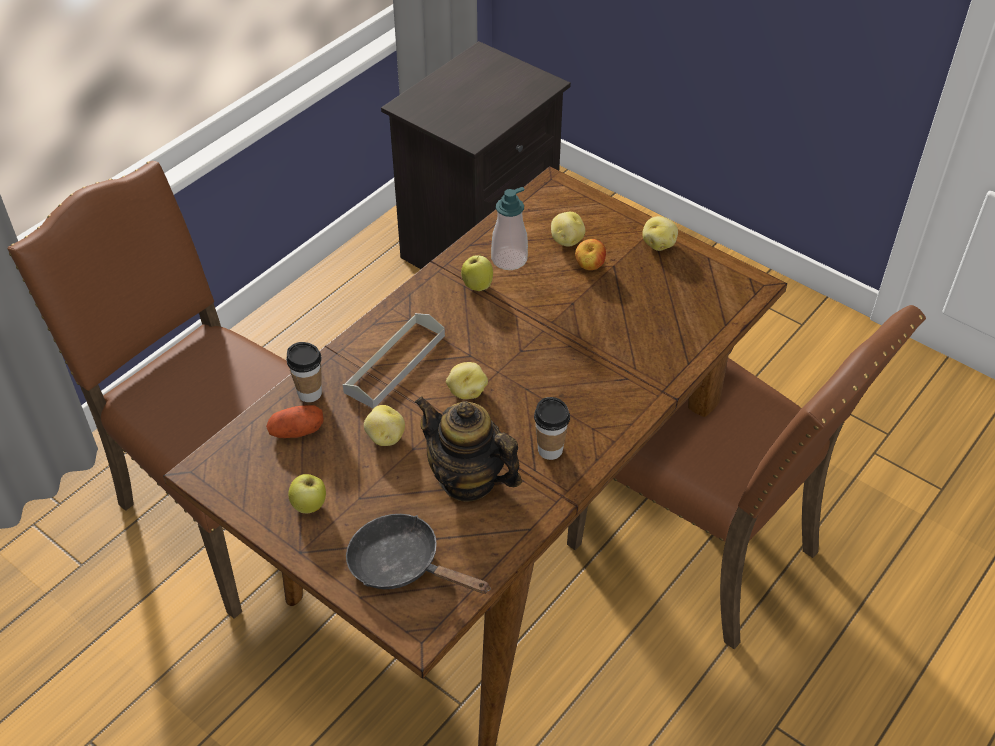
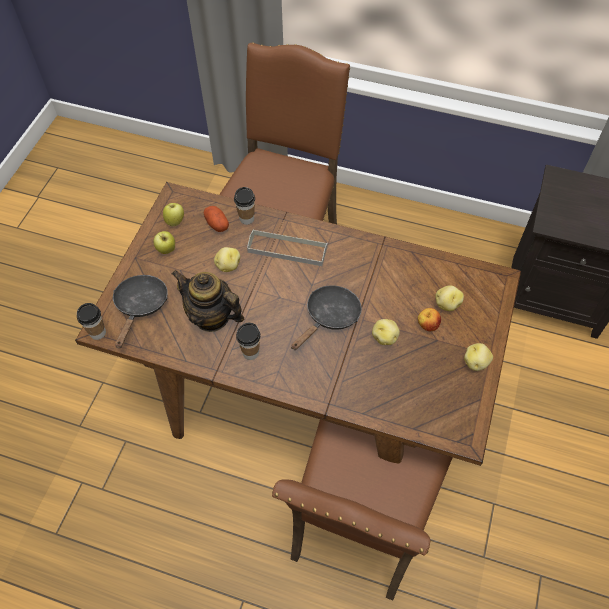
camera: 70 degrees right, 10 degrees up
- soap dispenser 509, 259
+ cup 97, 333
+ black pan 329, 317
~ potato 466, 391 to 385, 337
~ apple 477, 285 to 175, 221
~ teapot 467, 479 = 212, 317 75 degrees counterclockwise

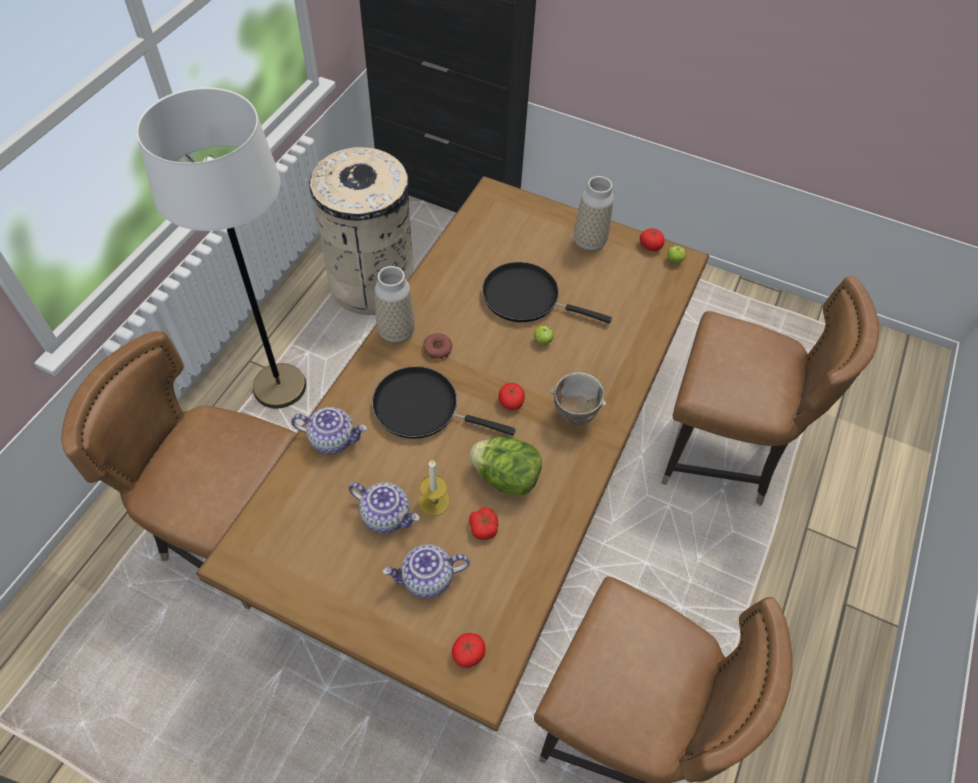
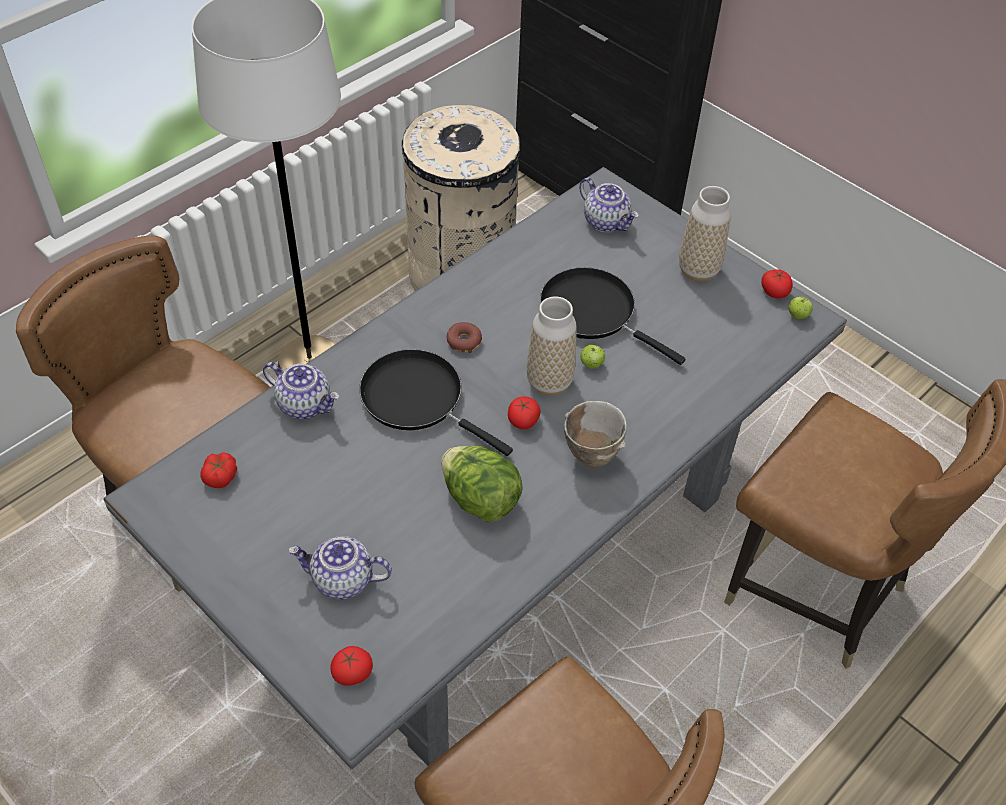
camera: 20 degrees right, 5 degrees down
- wax light 434, 501
~ teapot 386, 515 to 606, 222
~ vase 396, 333 to 549, 382
~ tomato 483, 527 to 220, 476
~ brownish dinner table 482, 490 to greyish dinner table 496, 543

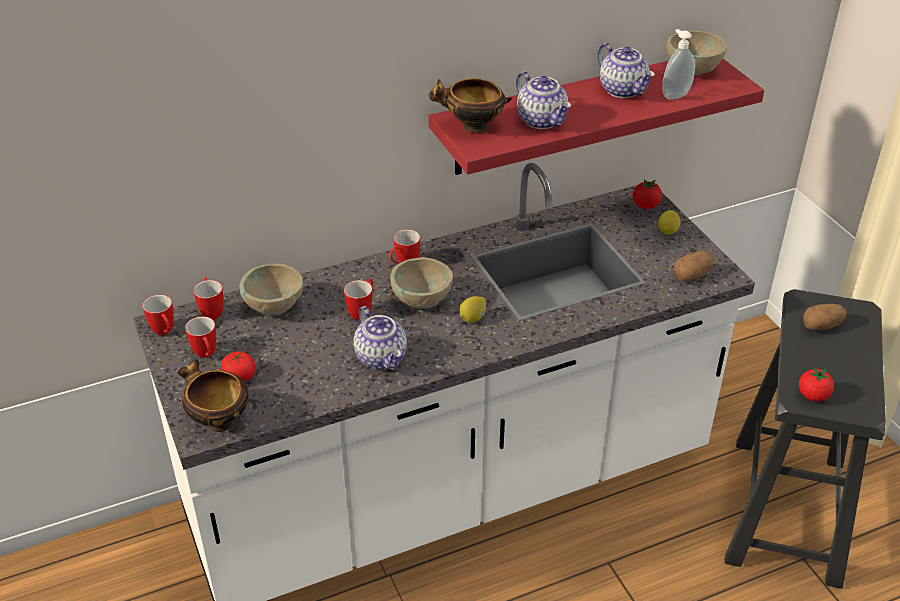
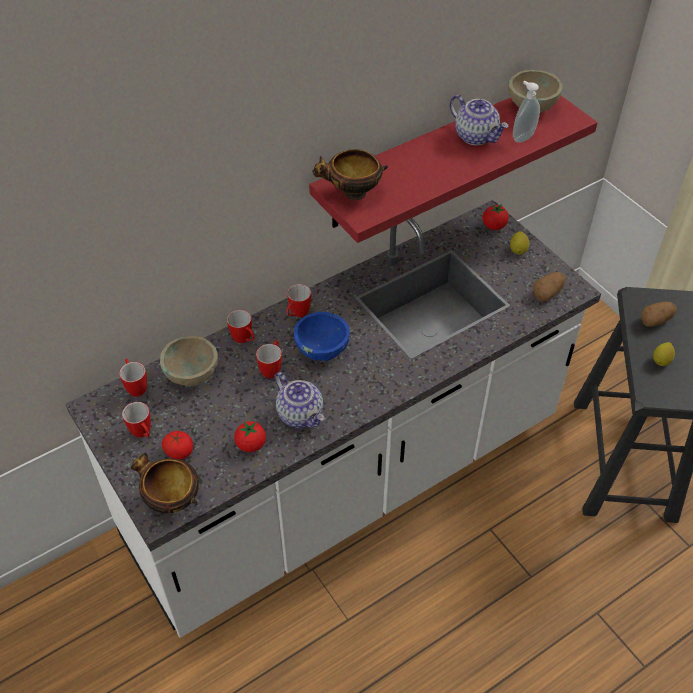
camera: 10 degrees left, 10 degrees up
- teapot 542, 120
~ coffee mug 165, 332 to 244, 340
~ lemon 473, 318 to 661, 360
~ tomato 813, 396 to 251, 444
~ beige-coloured bowl 421, 300 to blue-coloured bowl 321, 350

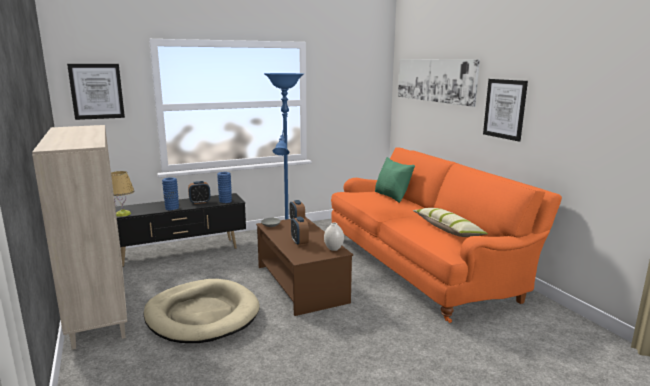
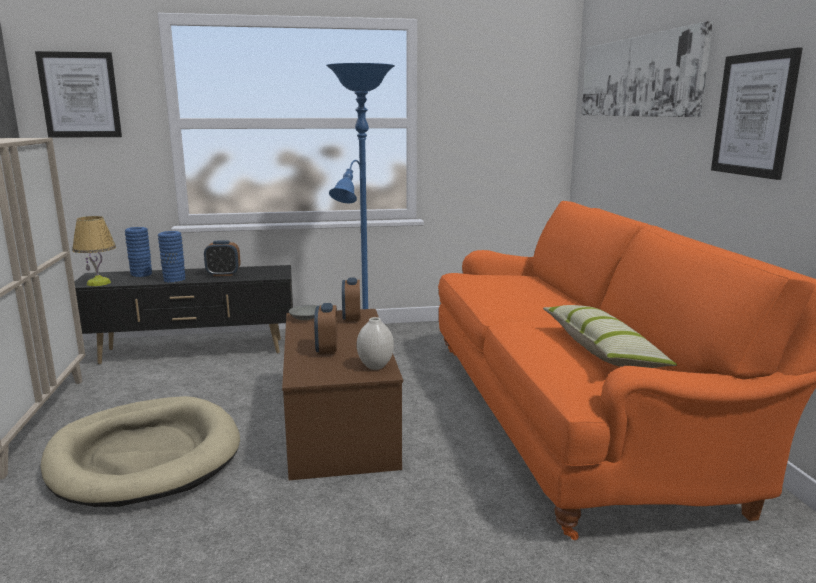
camera: 15 degrees right, 0 degrees up
- greenish throw pillow 392, 196
~ blue-coloured vase 225, 201 to 141, 274

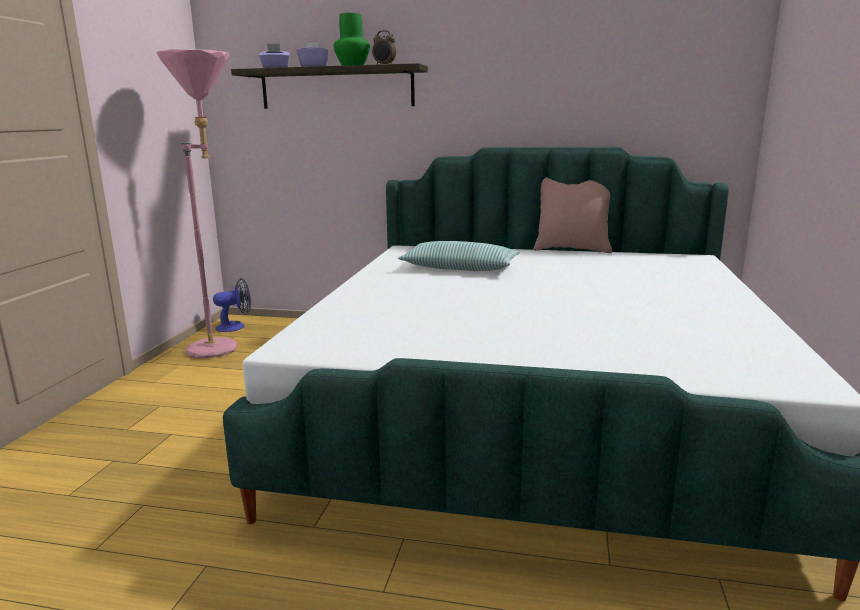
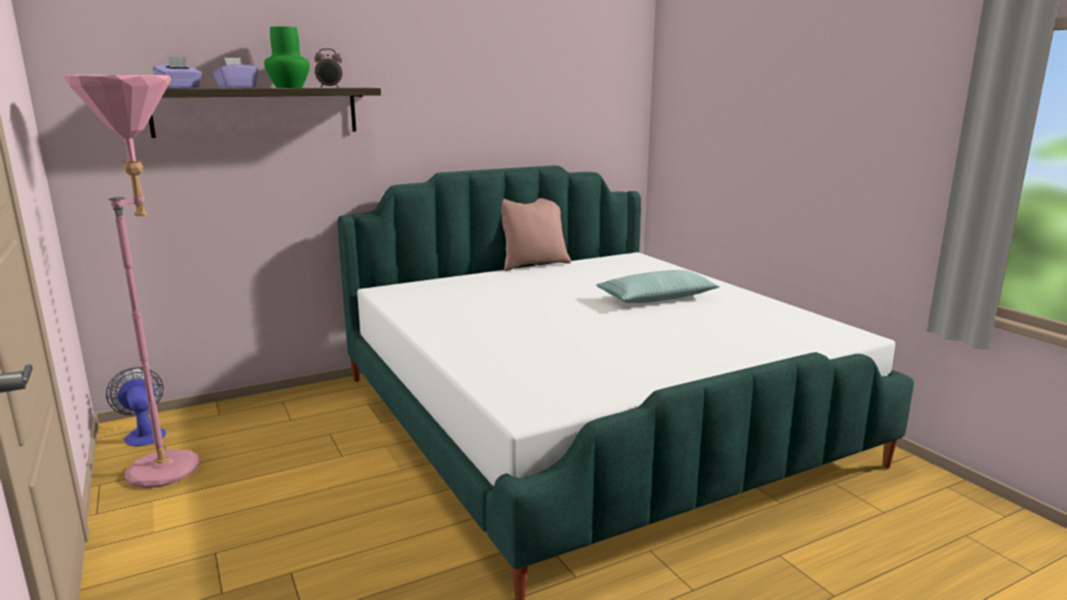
camera: 40 degrees left, 0 degrees up
~ throw pillow 459, 268 to 657, 298
~ fan 235, 326 = 144, 434 60 degrees counterclockwise

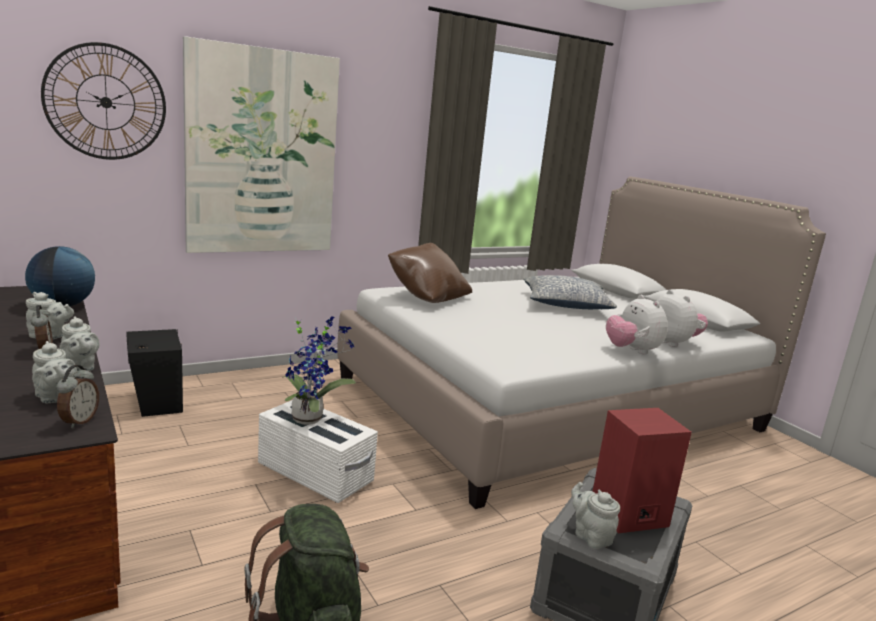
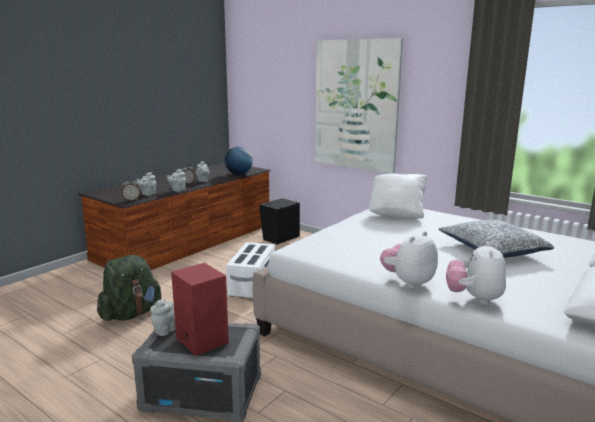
camera: 70 degrees right, 0 degrees up
- clock on the wall 106, 102
- houseplant 310, 418
~ brownish throw pillow 427, 297 to white-coloured throw pillow 396, 213
~ cuddly toy 673, 343 = 474, 299 150 degrees clockwise

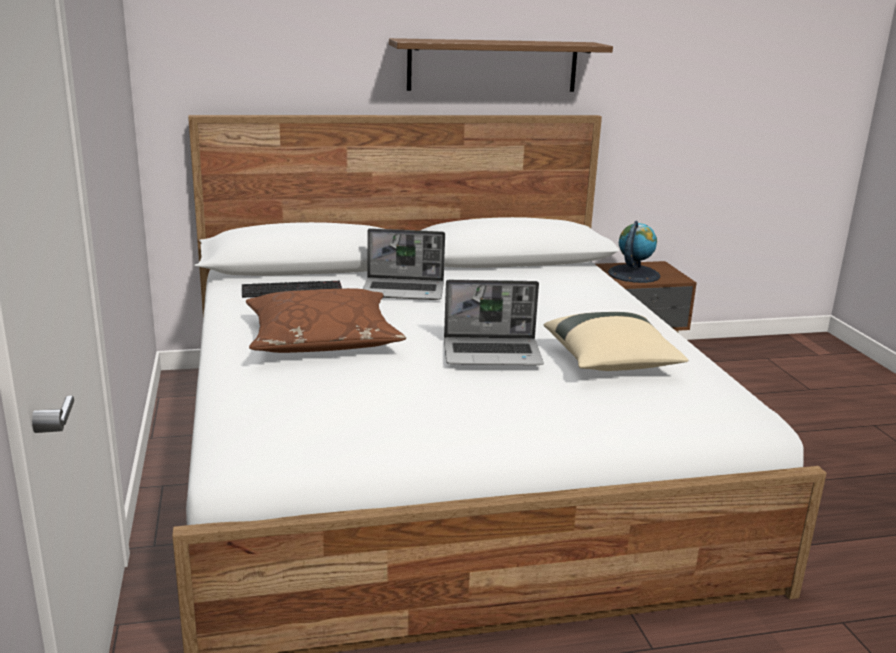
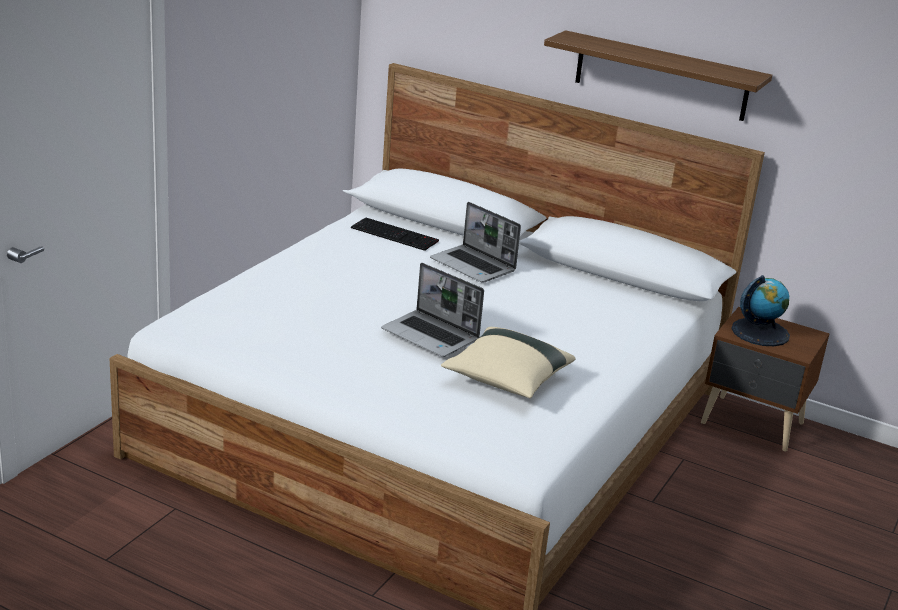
camera: 40 degrees right, 5 degrees up
- brownish throw pillow 322, 338

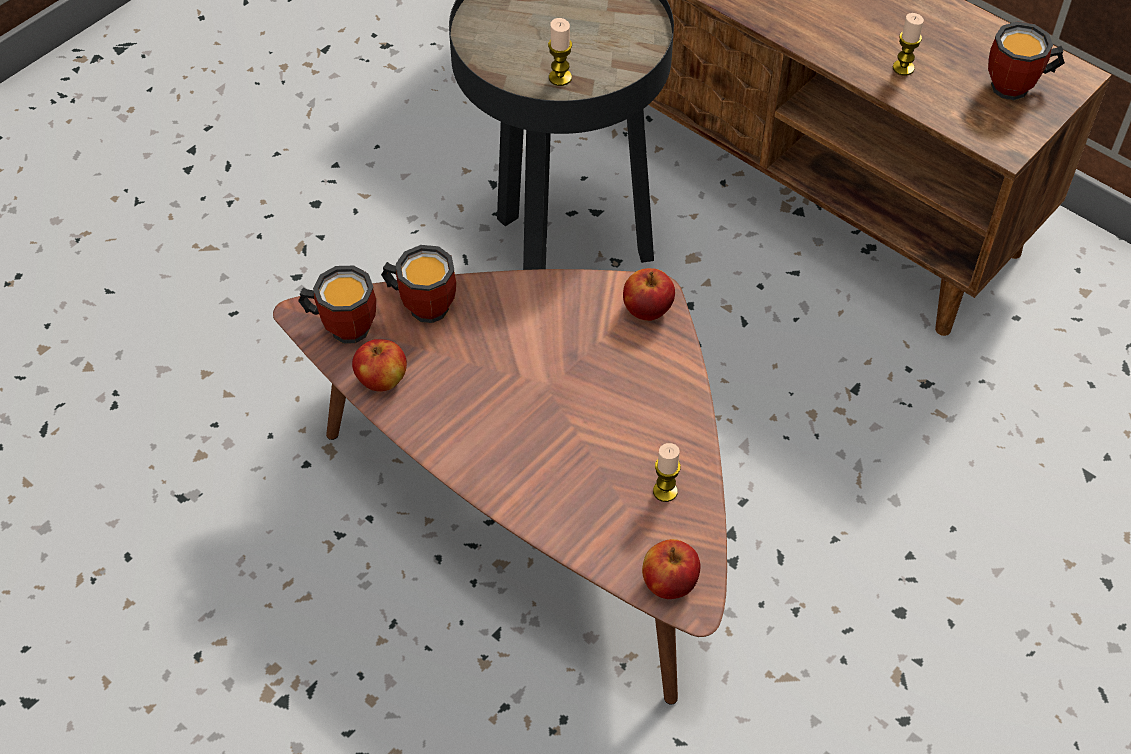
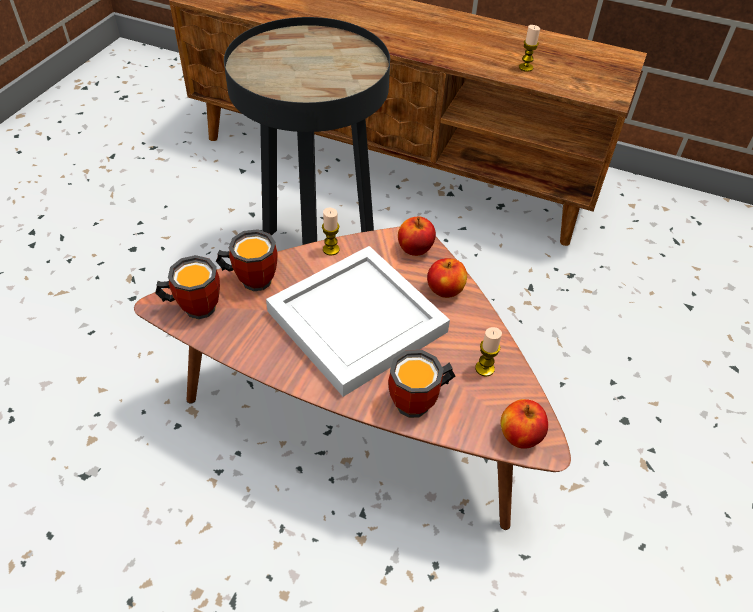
camera: 20 degrees left, 5 degrees down
+ white-coloured serving tray 360, 322
~ apple 382, 380 to 445, 290
~ wax light 560, 78 to 331, 249
~ coffee mug 1018, 88 to 420, 403

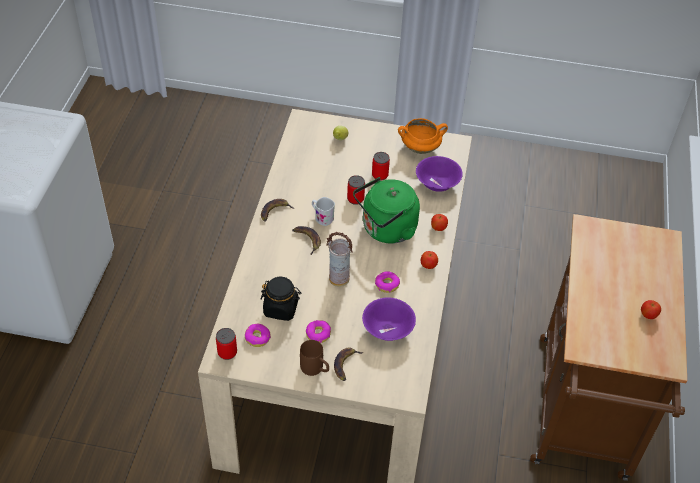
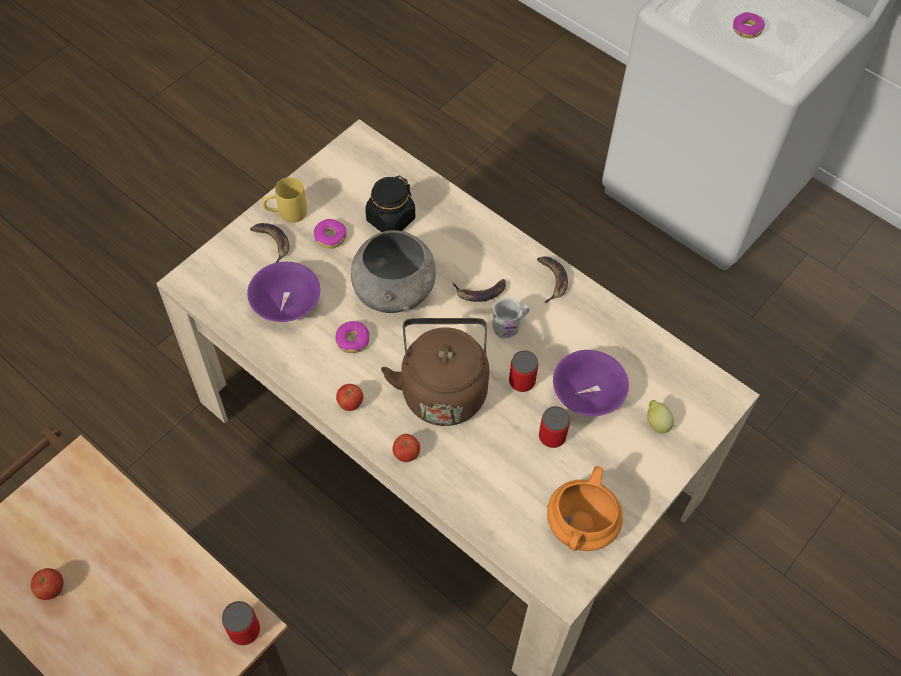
camera: 120 degrees right, 10 degrees up
~ metal can 227, 352 to 244, 630
~ ring doughnut 257, 338 to 746, 29
~ purple bowl 437, 184 to 587, 395
~ vase 338, 280 to greyish bowl 394, 294
~ brownish coffee mug 315, 369 to yellow-coloured coffee mug 286, 213
~ greenish kettle 386, 230 to brownish kettle 442, 388

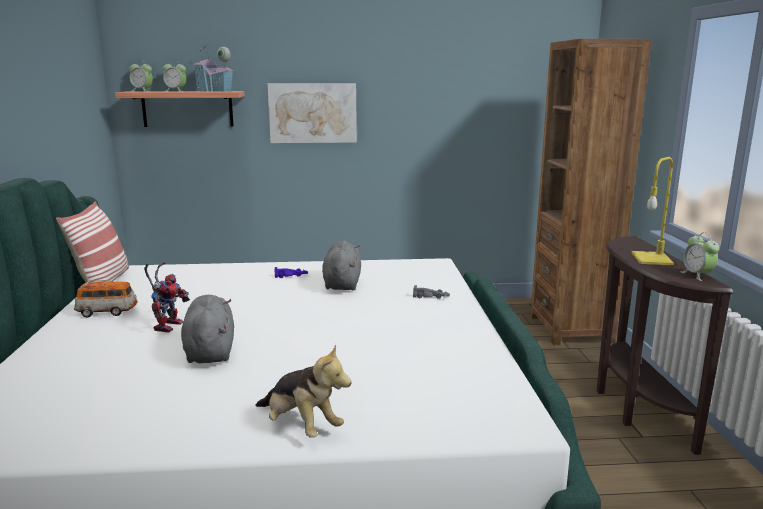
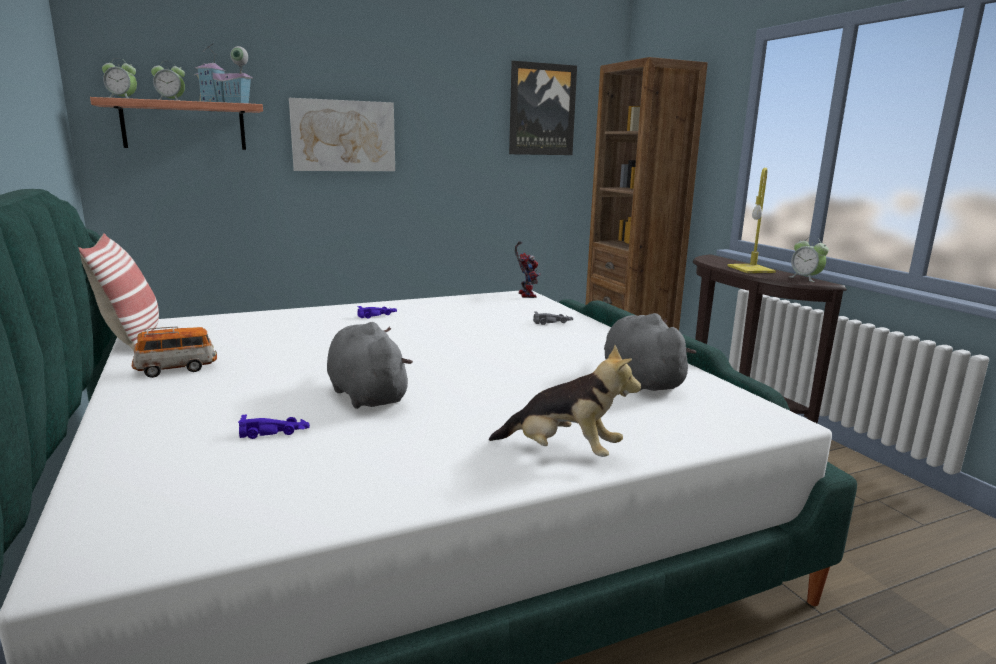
camera: 20 degrees left, 0 degrees up
+ purple toy car 275, 432
+ wall picture 542, 110
~ robot figure 168, 325 to 525, 295
~ greyish cuddly toy 342, 283 to 640, 380

